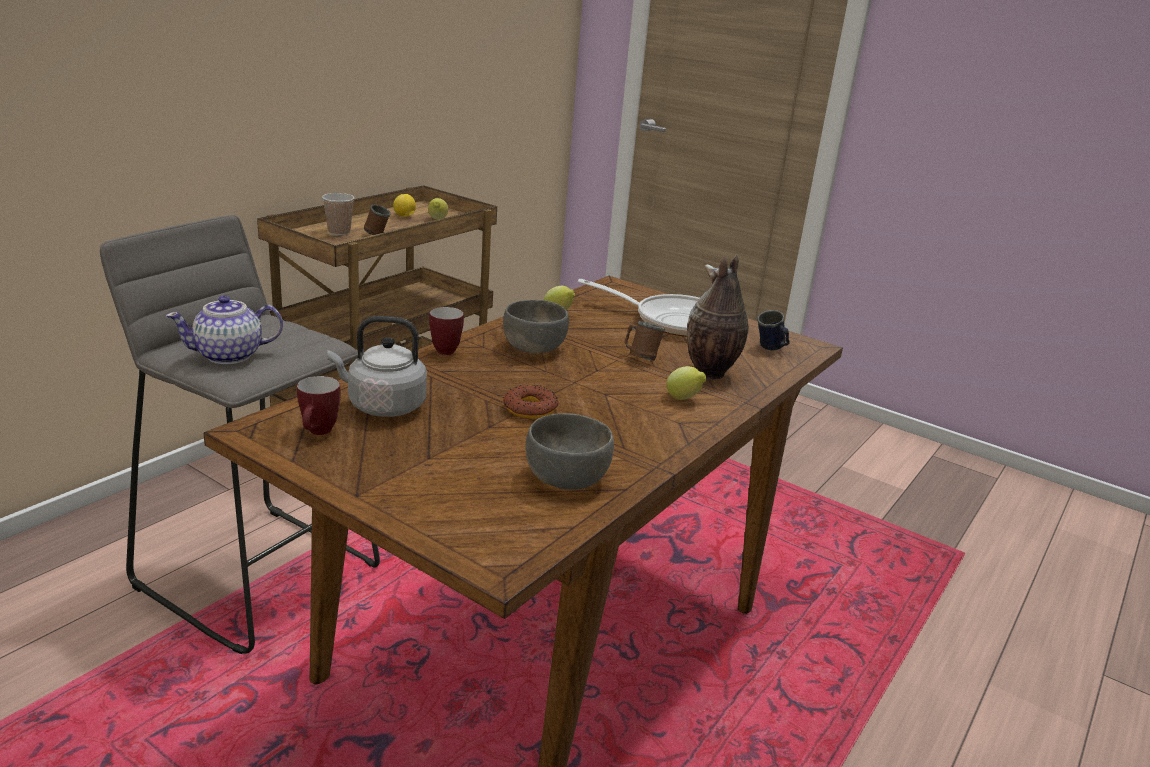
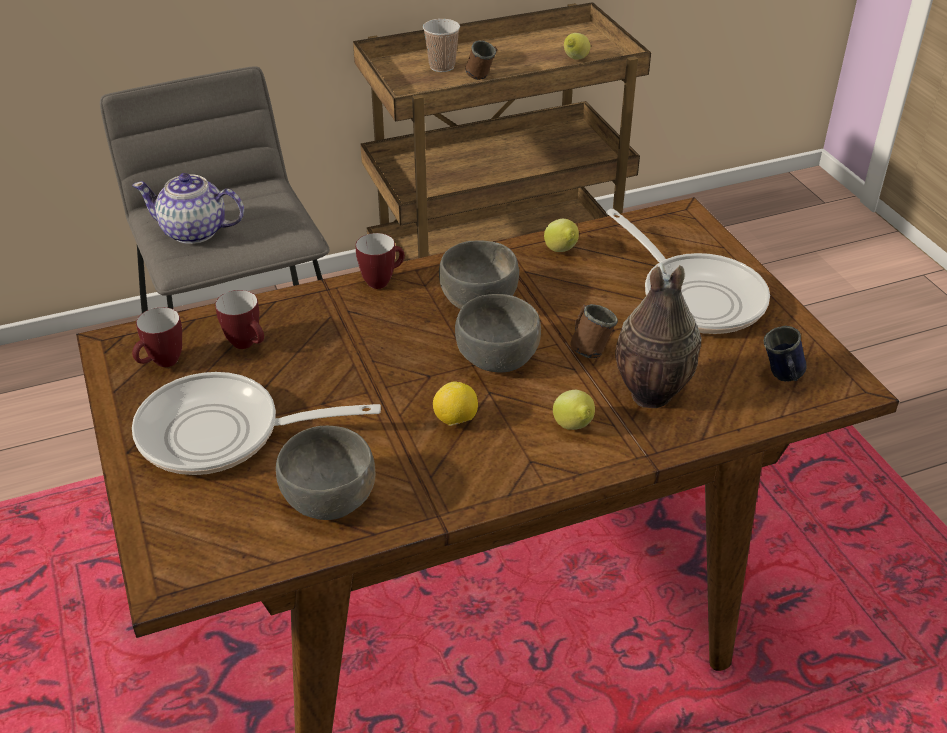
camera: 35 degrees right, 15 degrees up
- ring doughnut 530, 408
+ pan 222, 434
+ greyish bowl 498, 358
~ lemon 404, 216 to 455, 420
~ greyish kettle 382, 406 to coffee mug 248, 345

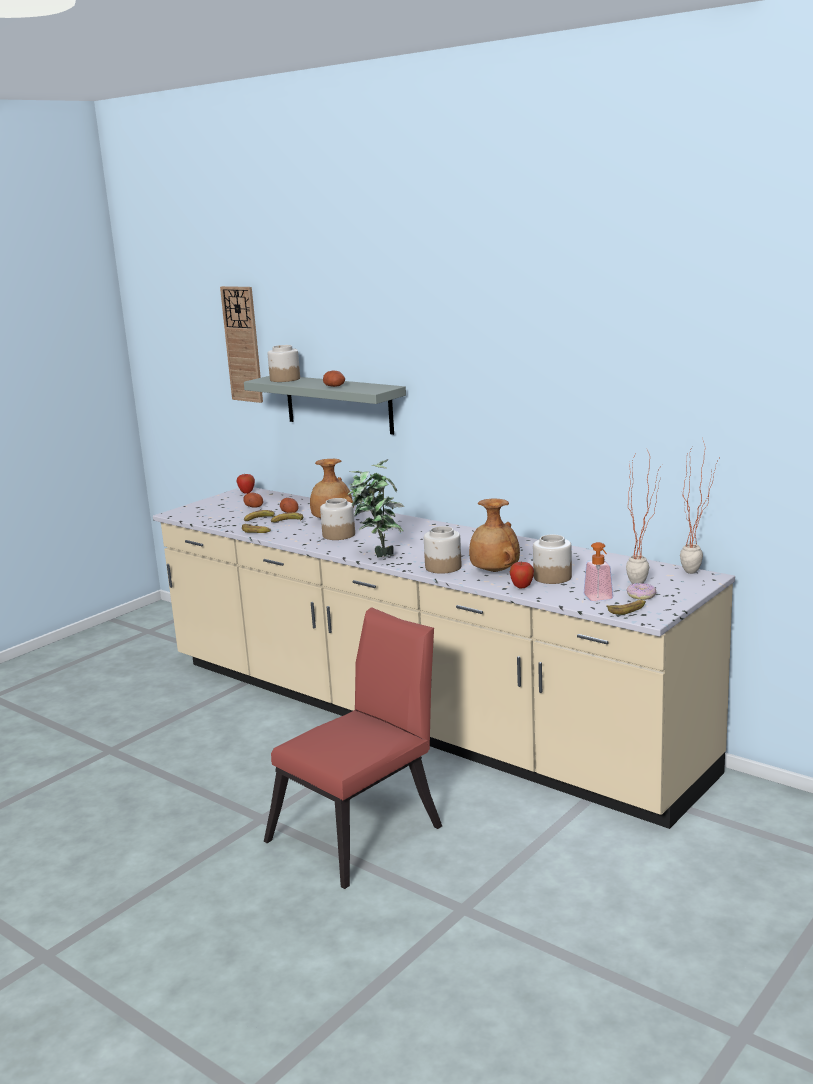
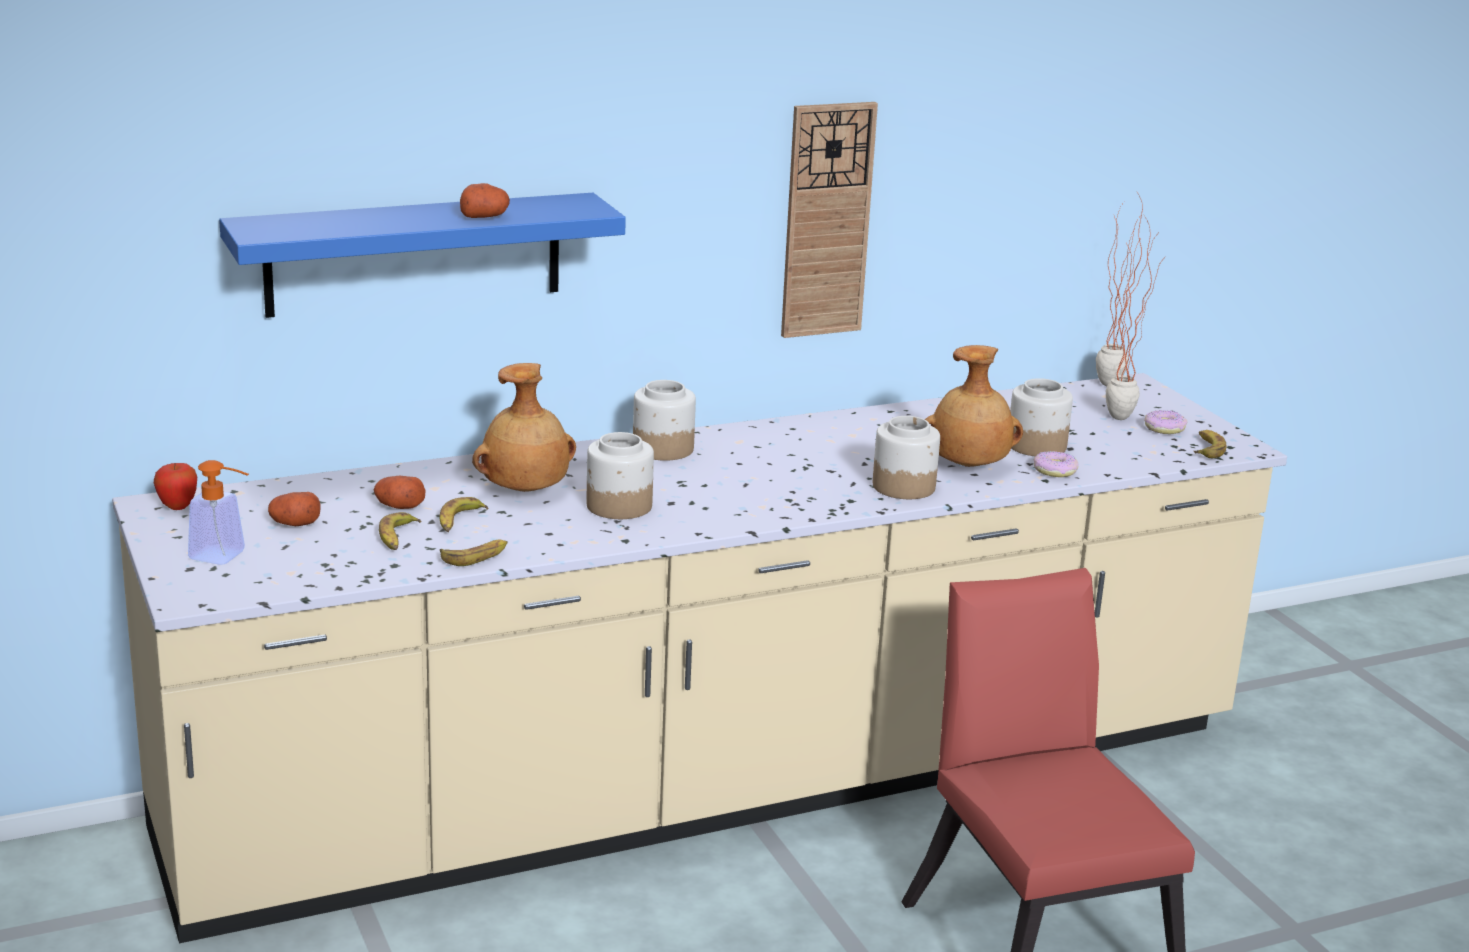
camera: 65 degrees left, 5 degrees up
- houseplant 378, 554
~ clock on the wall 242, 344 to 827, 220
~ jar 285, 379 to 662, 449
~ soap dispenser 600, 599 to 225, 557
~ apple 522, 587 to ring doughnut 1055, 471
~ greyish shelf 338, 403 to blue-coloured shelf 414, 254

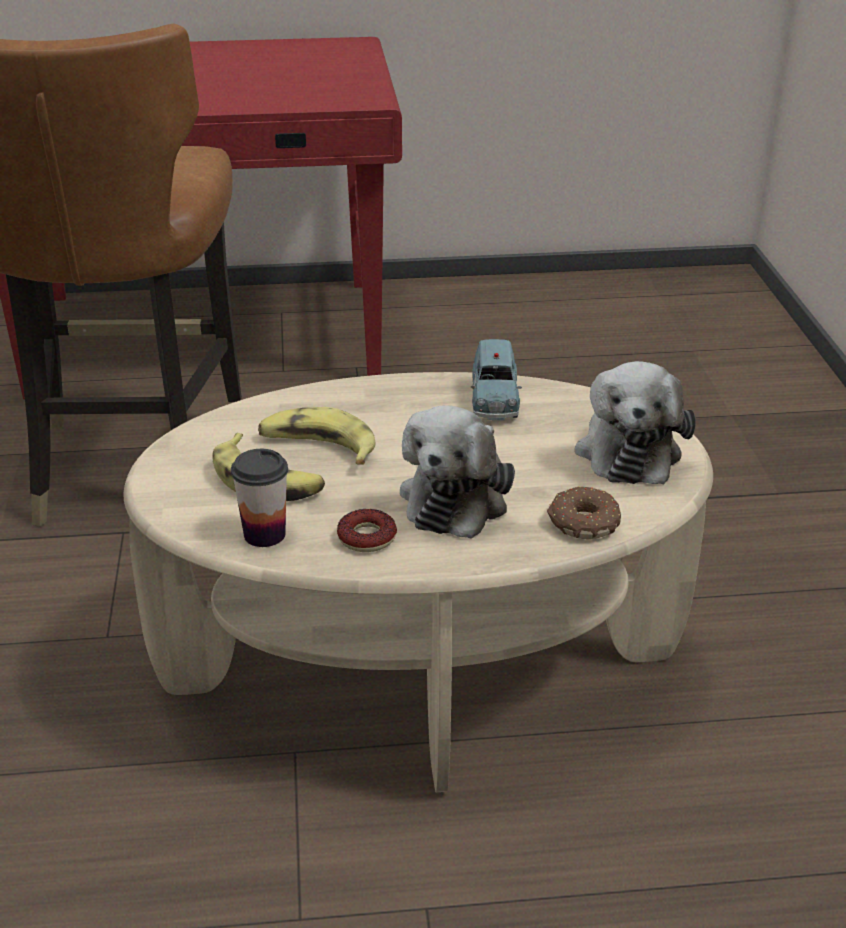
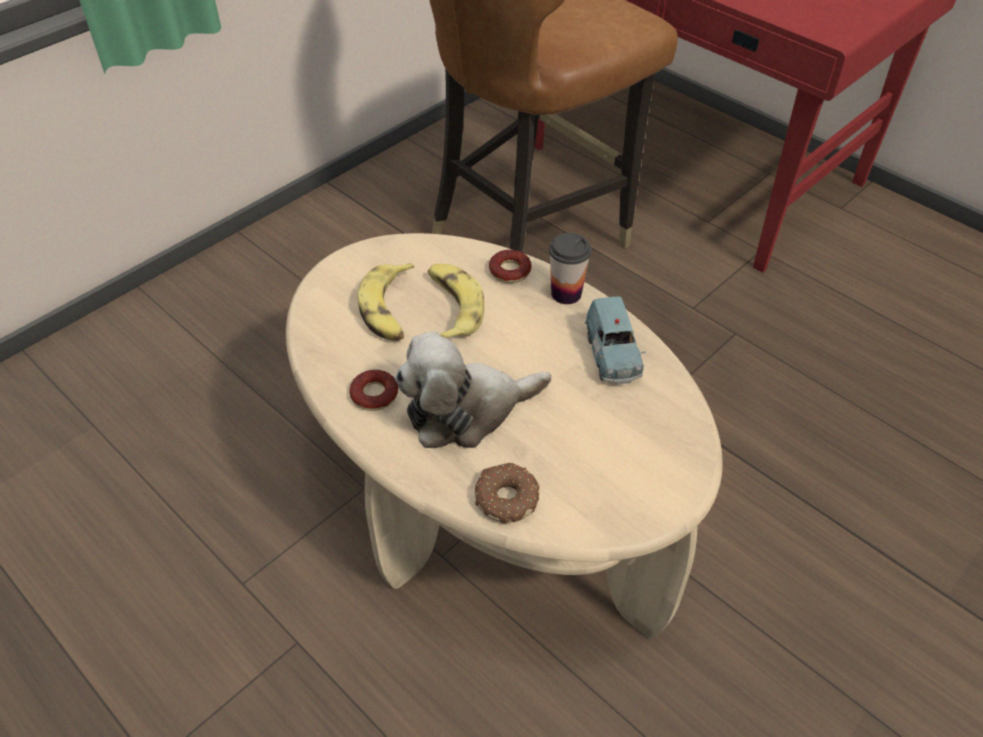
camera: 50 degrees right, 15 degrees up
- cuddly toy 628, 450
+ ring doughnut 510, 271
~ cup 264, 534 to 566, 293
~ blue-coloured toy car 494, 401 = 612, 356 60 degrees counterclockwise

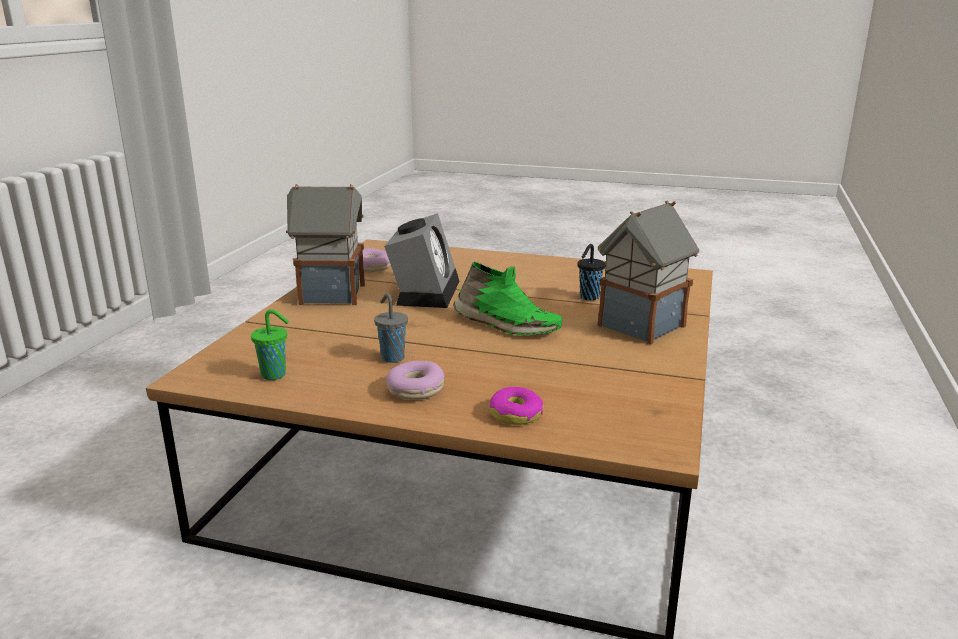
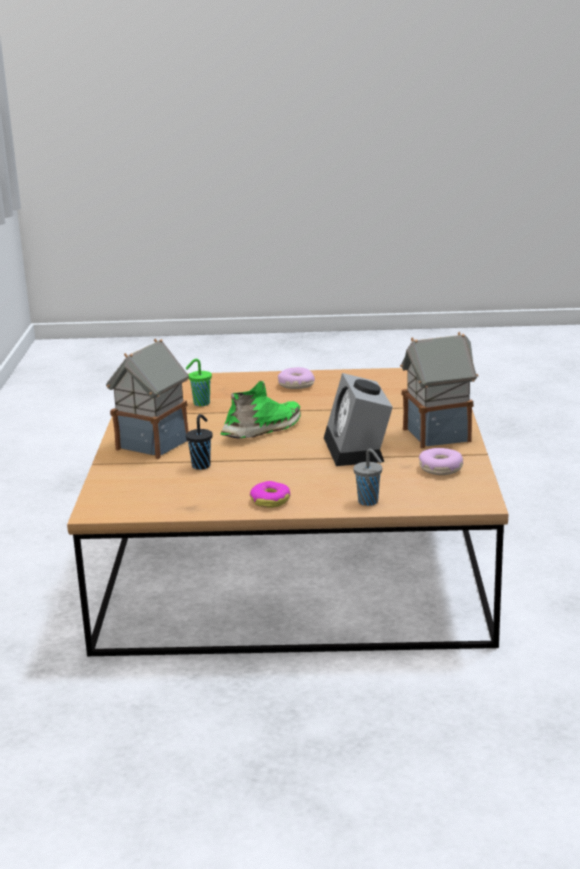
camera: 165 degrees right, 0 degrees up
~ greenish cup 275, 375 to 200, 404
~ greyish cup 392, 357 to 369, 502
~ ring doughnut 516, 414 to 270, 500
~ greenish item of footwear 505, 325 = 264, 430 120 degrees clockwise

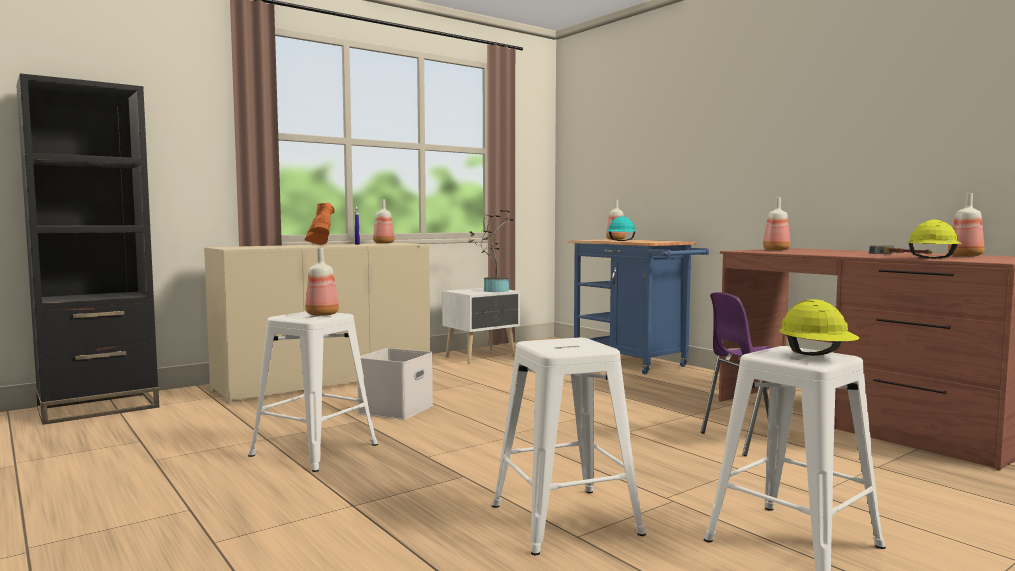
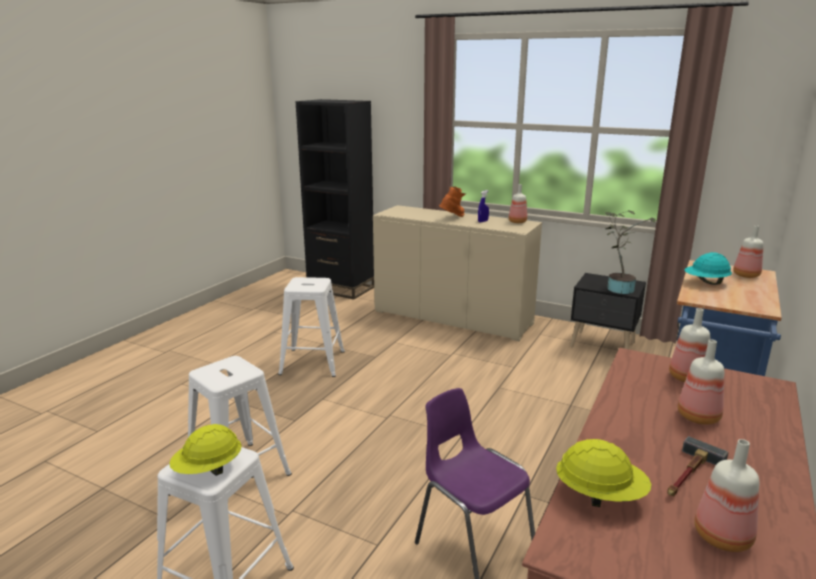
camera: 65 degrees right, 15 degrees up
- white-coloured storage bin 395, 409
~ beverage bottle 323, 314 to 699, 417
~ white-coloured bedside table 482, 357 to black bedside table 603, 345

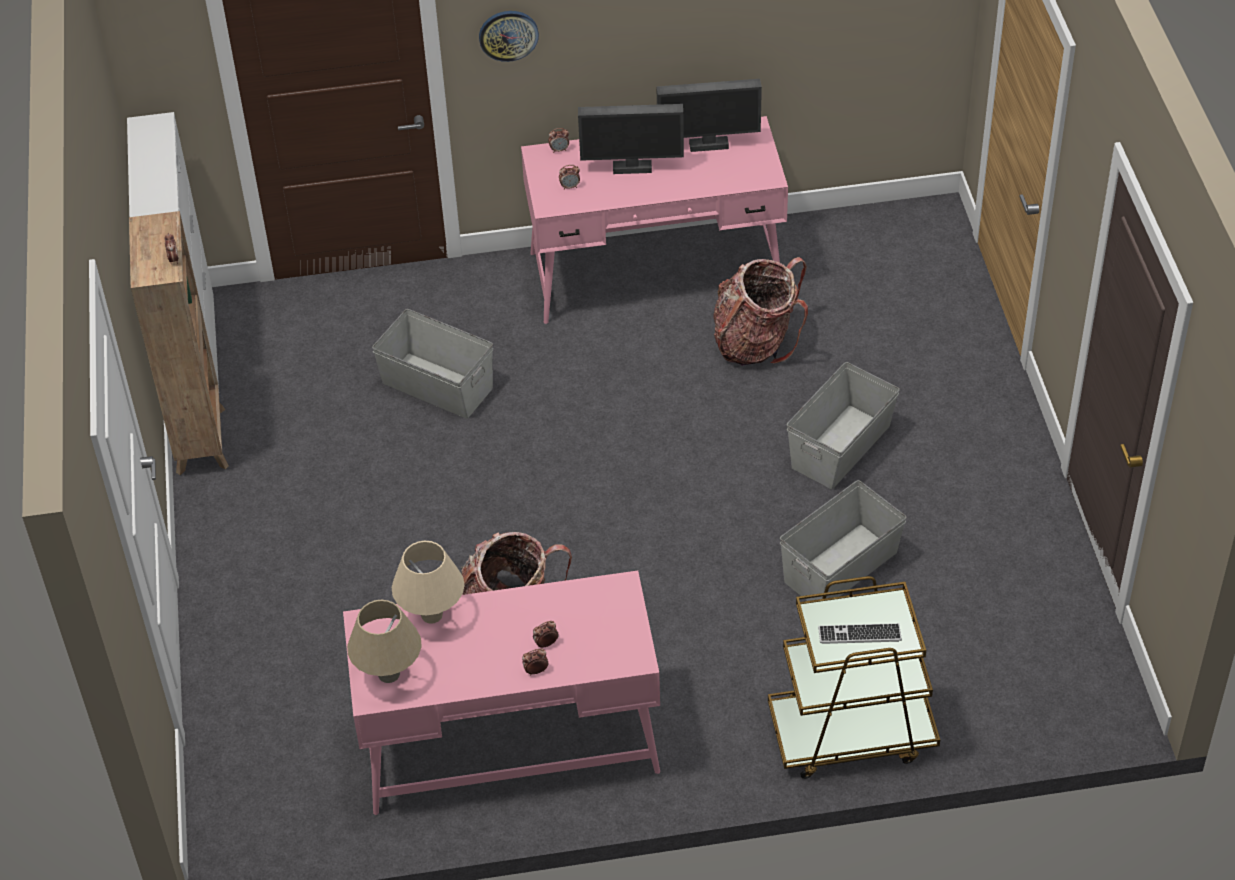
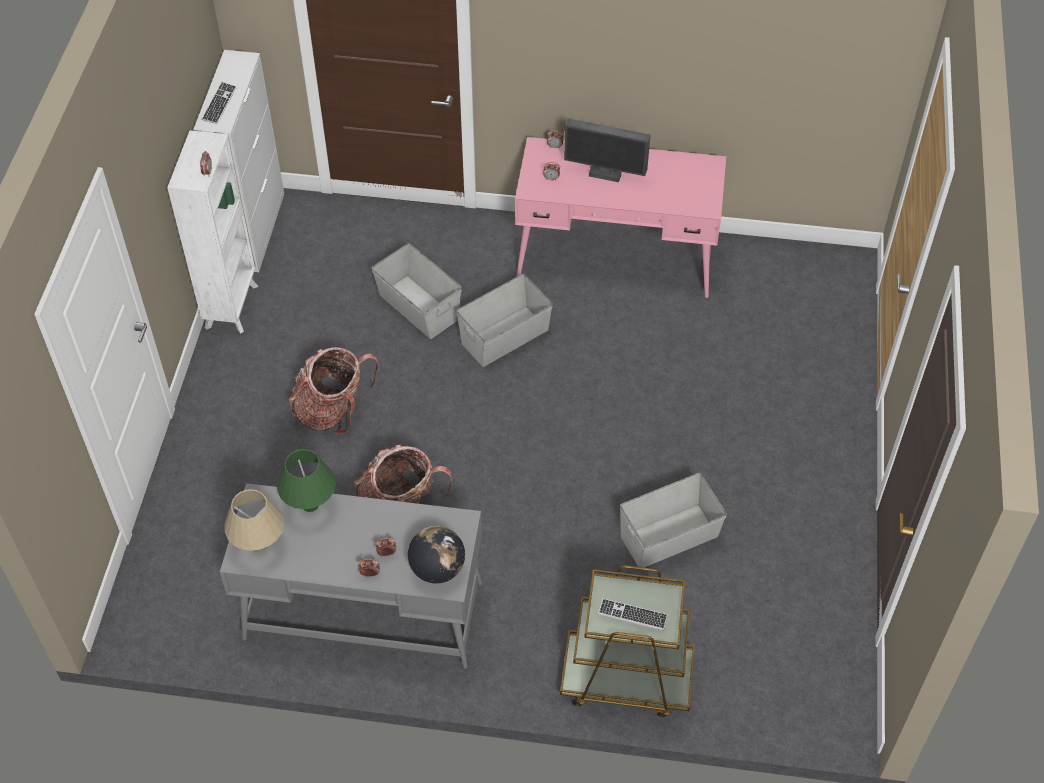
camera: 15 degrees right, 5 degrees up
- clock on the wall 508, 34
- monitor 708, 145
+ computer keyboard 219, 104
+ globe 437, 569
~ backpack 756, 342 to 333, 410
~ greyish storage bin 842, 446 to 505, 336
~ brownish shelving unit 201, 439 to white-coloured shelving unit 232, 305
~ pink-coloured desk unit 509, 742 to greyish desk unit 363, 609
~ beige-coloured lamp for a table 431, 615 to greenish lamp for a table 310, 504

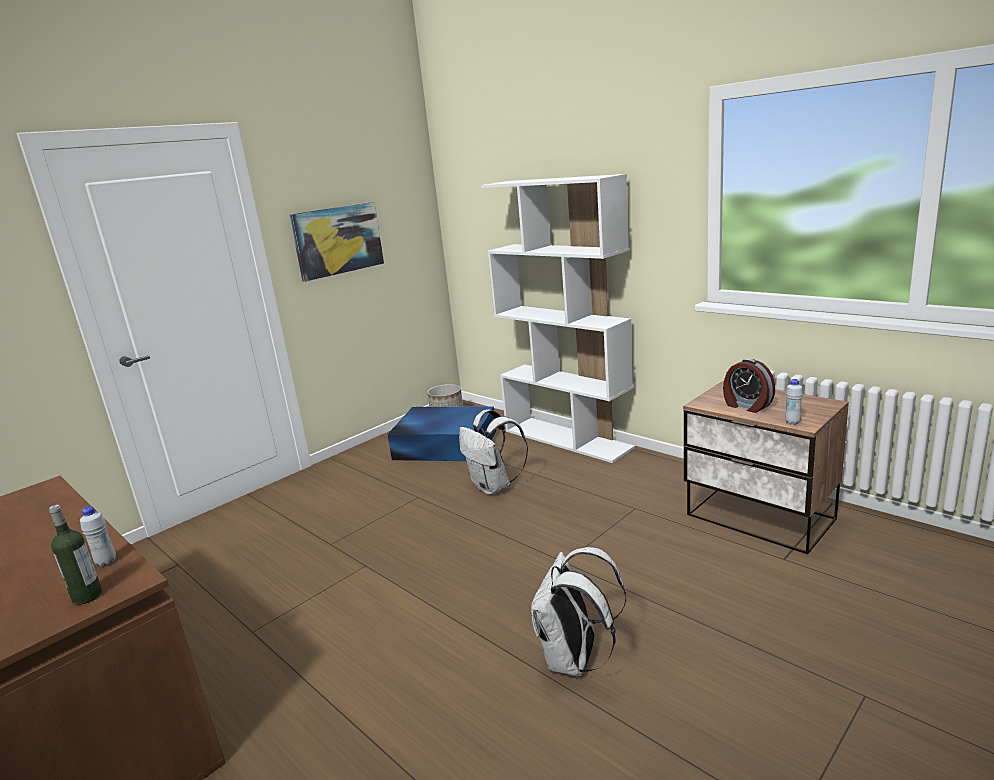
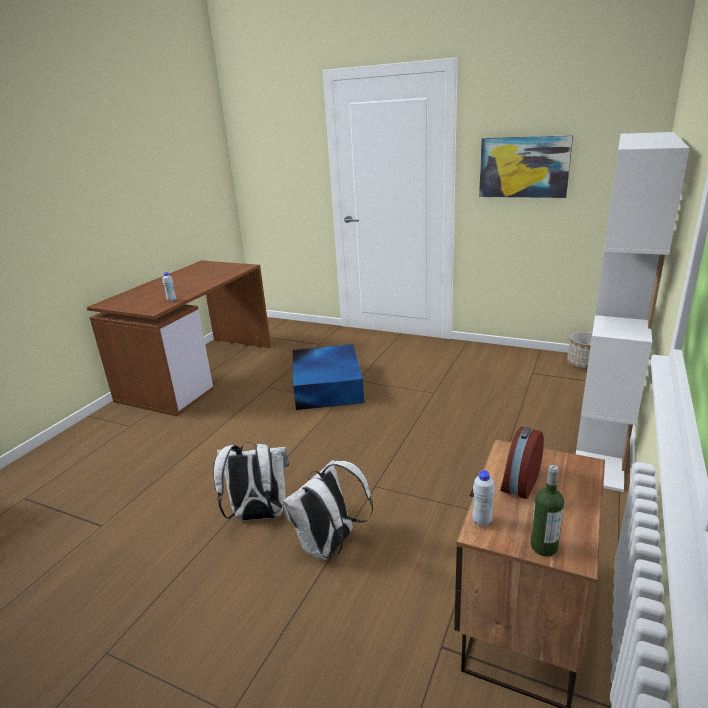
camera: 70 degrees right, 5 degrees up
~ beverage bottle 87, 596 to 543, 547
~ blue-coloured storage bin 444, 444 to 327, 385
~ white-coloured backpack 494, 487 to 329, 546

